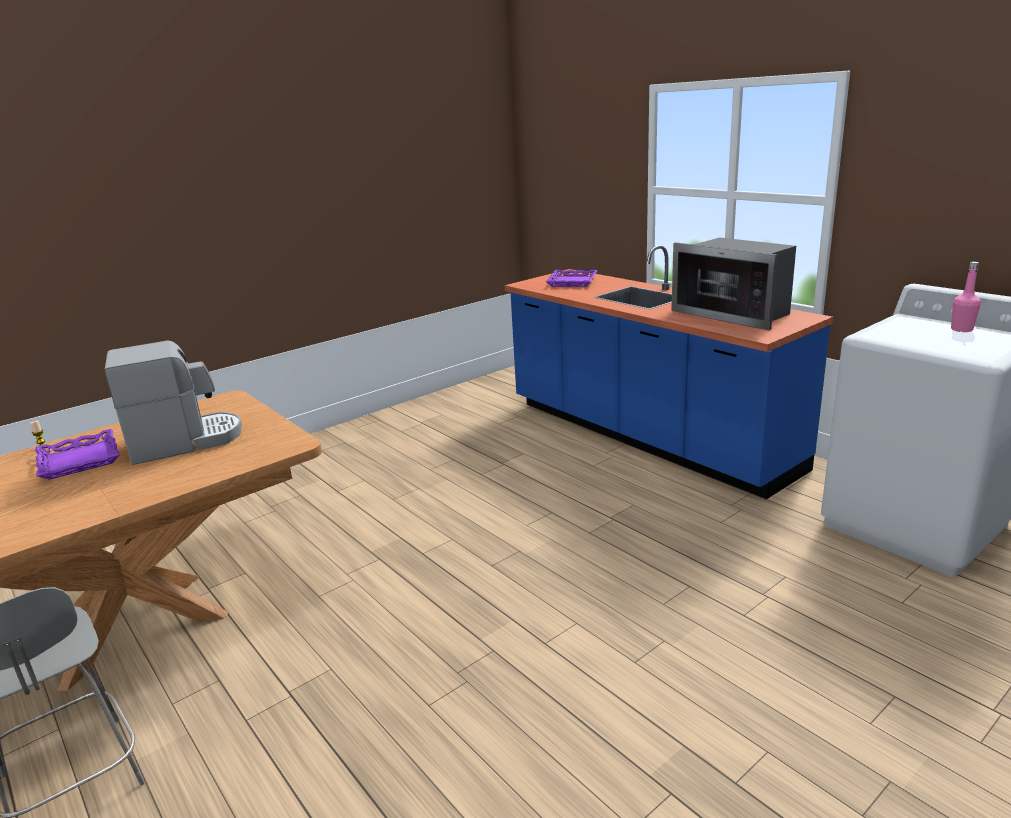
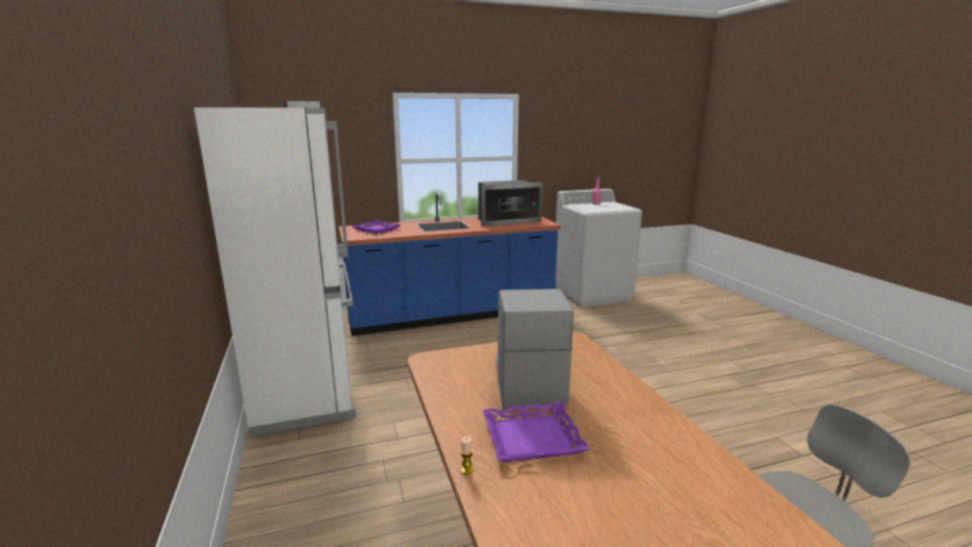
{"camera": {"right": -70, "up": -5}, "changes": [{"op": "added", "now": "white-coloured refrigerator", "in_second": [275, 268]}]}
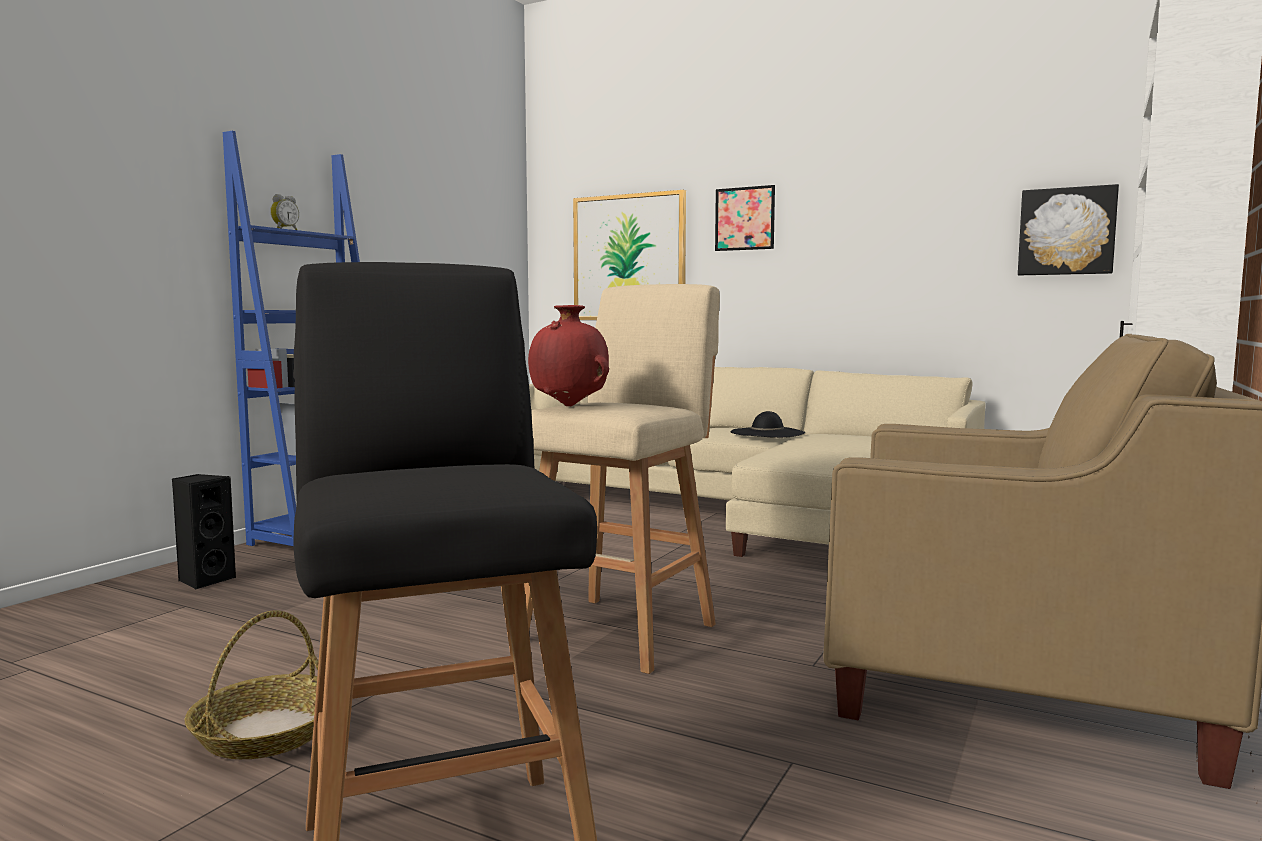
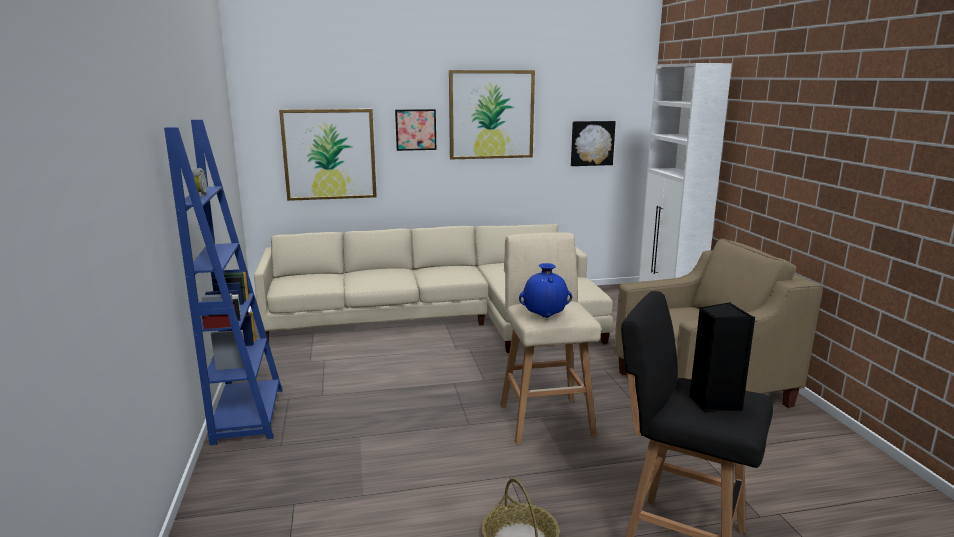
{"camera": {"right": -40, "up": 10}, "changes": [{"op": "moved", "was": "blackish audio speaker", "in_first": [204, 532], "in_second": [722, 356]}, {"op": "recoloured", "was": "red decorative vase", "now": "blue-coloured decorative vase", "in_first": [568, 355], "in_second": [545, 290]}, {"op": "removed", "was": "blackish wearable hat", "in_first": [768, 424]}, {"op": "added", "now": "wall picture", "in_second": [492, 114]}]}
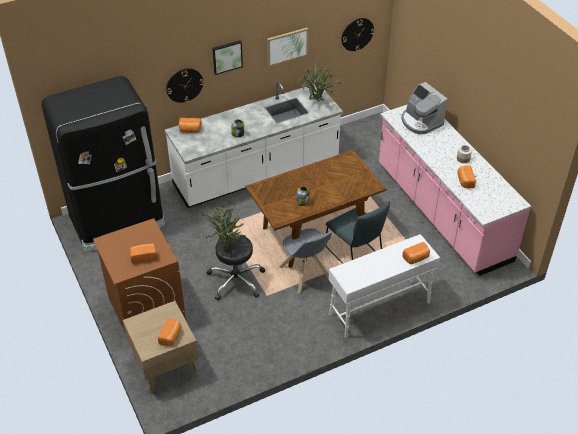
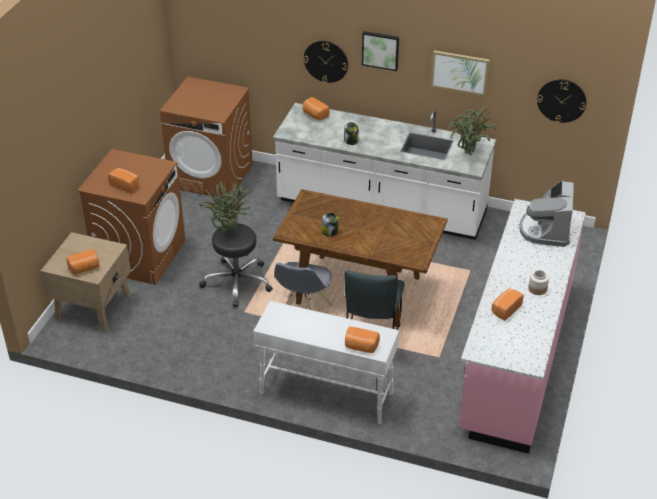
{"camera": {"right": 45, "up": -5}, "changes": [{"op": "replaced", "was": "blackish refrigerator", "now": "brownish laundry machine", "in_first": [103, 164], "in_second": [206, 138]}]}
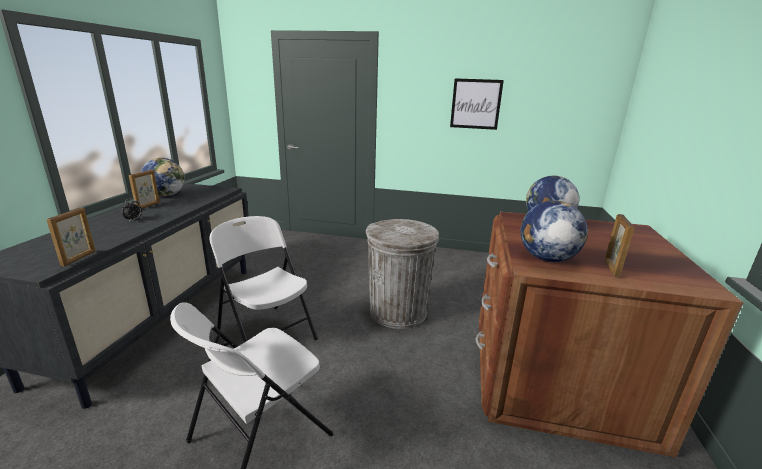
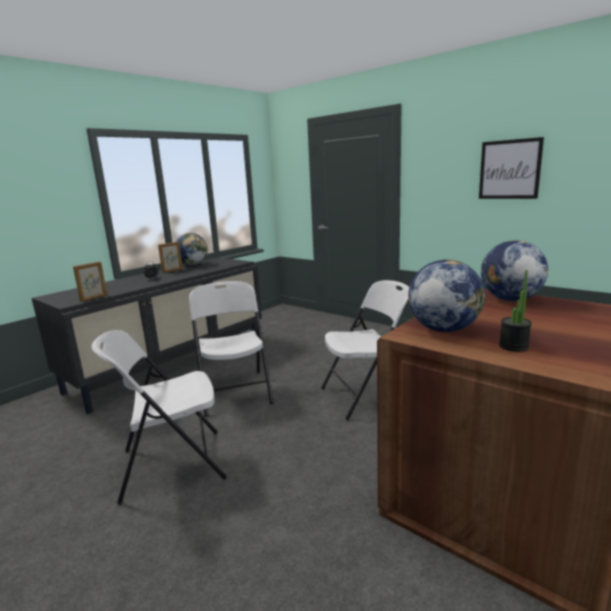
{"camera": {"right": 30, "up": -5}, "changes": [{"op": "replaced", "was": "gray waste bin", "now": "white-coloured upright chair", "in_first": [402, 274], "in_second": [365, 350]}, {"op": "replaced", "was": "picture frame", "now": "potted plant", "in_first": [620, 245], "in_second": [515, 311]}]}
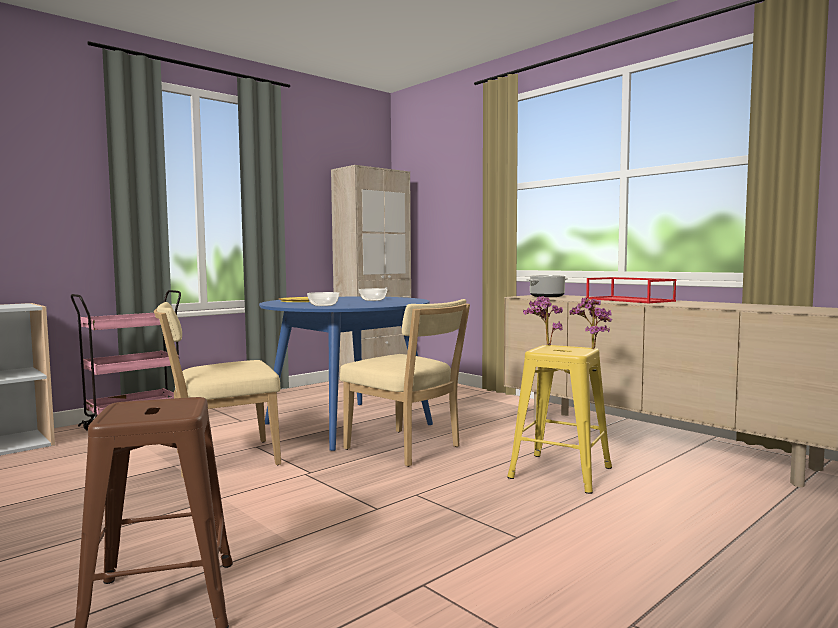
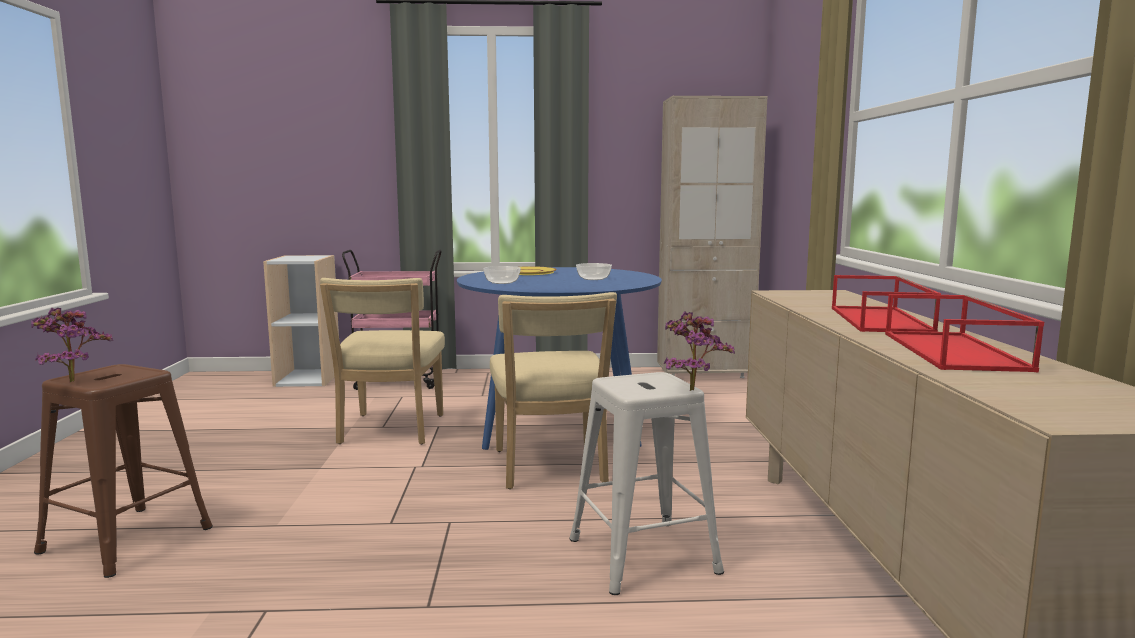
{"camera": {"right": 40, "up": 5}, "changes": [{"op": "turned", "was": "sand-coloured upright chair", "in_first": [217, 389], "in_second": [382, 361], "clockwise": -105}, {"op": "recoloured", "was": "yellow-coloured sitting stool", "now": "white-coloured sitting stool", "in_first": [559, 419], "in_second": [646, 483]}, {"op": "moved", "was": "potted plant", "in_first": [543, 320], "in_second": [72, 345]}, {"op": "removed", "was": "saucepot", "in_first": [547, 286]}, {"op": "added", "now": "red carrying tray", "in_second": [964, 333]}]}
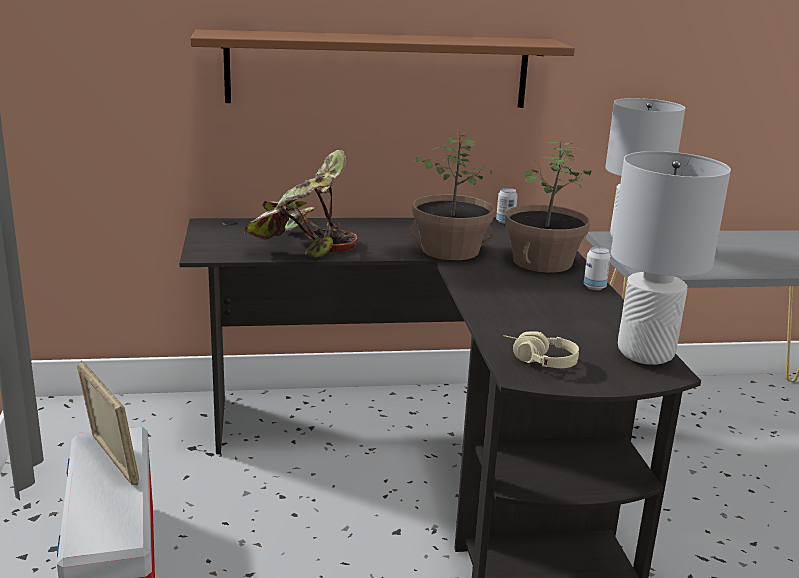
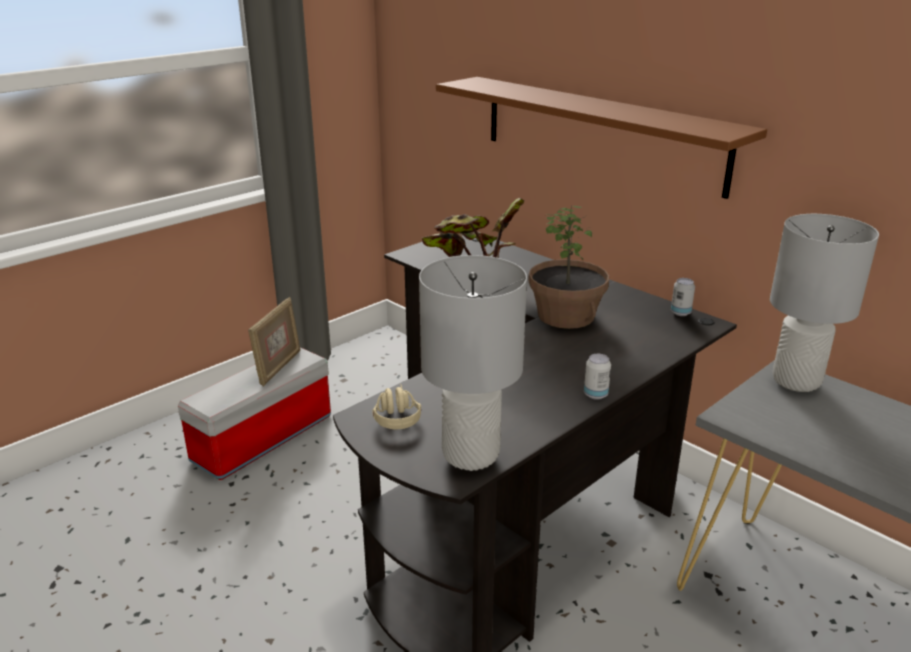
{"camera": {"right": 55, "up": 5}, "changes": [{"op": "removed", "was": "potted plant", "in_first": [548, 207]}]}
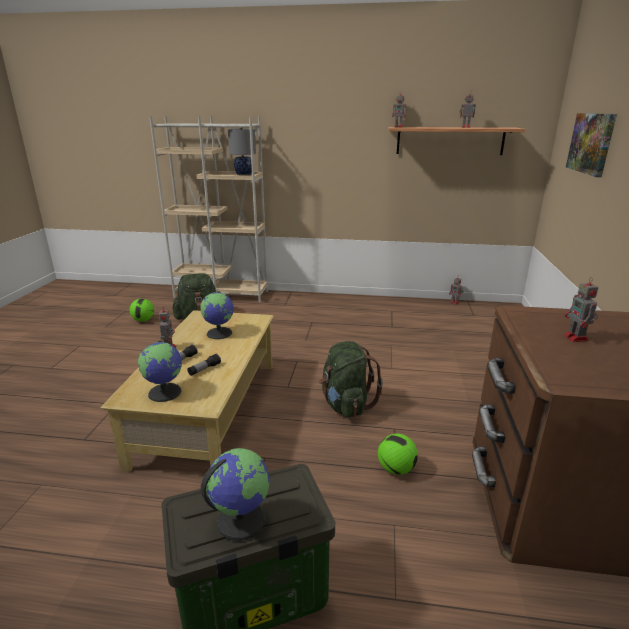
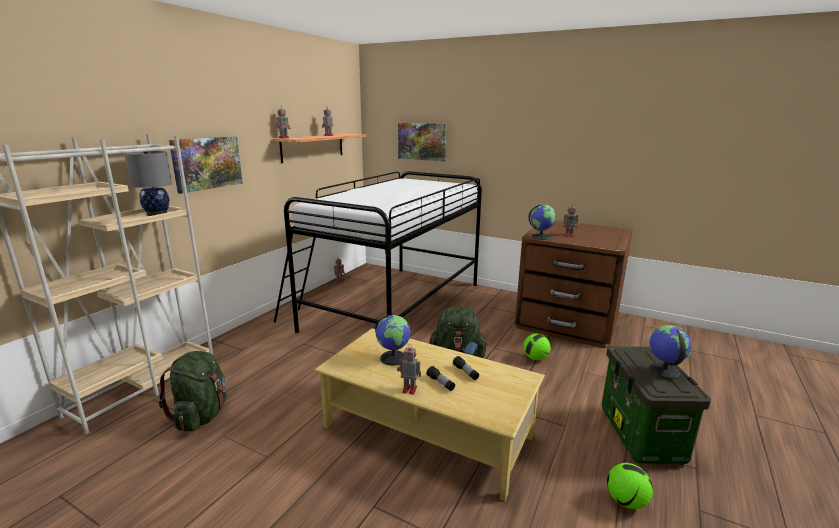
{"camera": {"right": -70, "up": -5}, "changes": [{"op": "moved", "was": "football", "in_first": [142, 310], "in_second": [630, 486]}, {"op": "moved", "was": "desk globe", "in_first": [160, 371], "in_second": [542, 222]}, {"op": "added", "now": "wall picture", "in_second": [206, 165]}, {"op": "added", "now": "blackish bed", "in_second": [378, 252]}]}
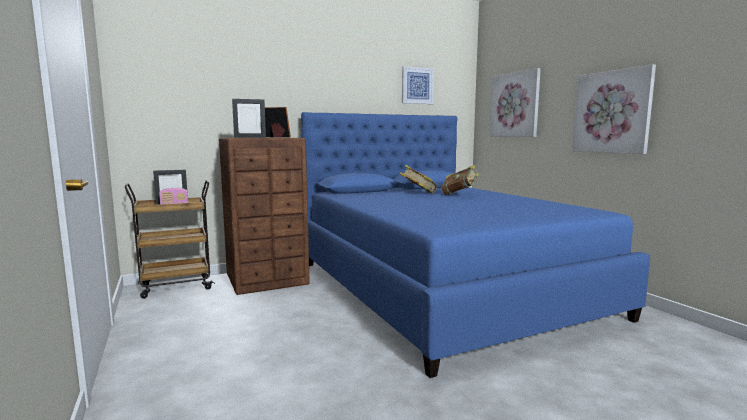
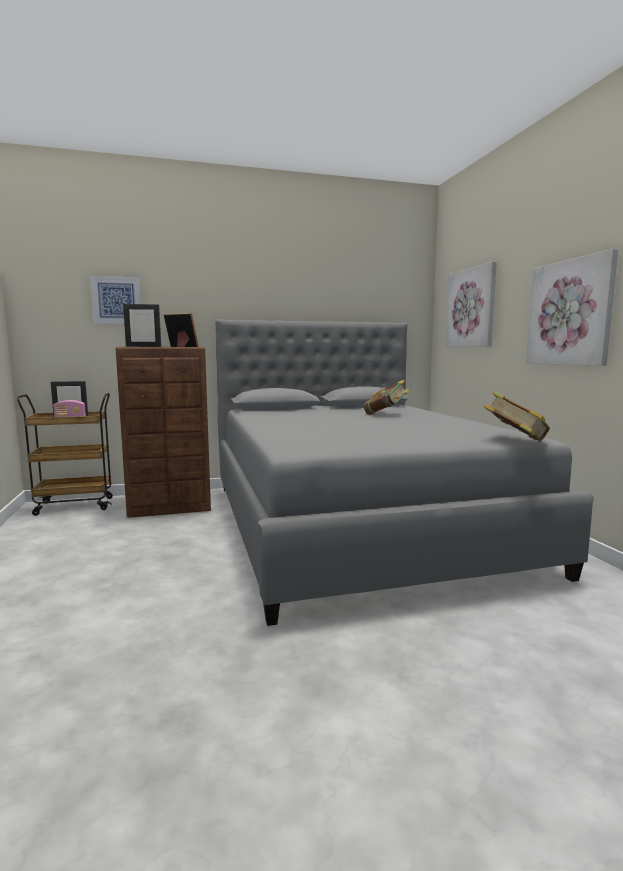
{"camera": {"right": 10, "up": 0}, "changes": [{"op": "recoloured", "was": "blue-coloured bed", "now": "gray bed", "in_first": [475, 245], "in_second": [404, 472]}, {"op": "moved", "was": "bound book", "in_first": [418, 179], "in_second": [516, 416]}, {"op": "moved", "was": "wall picture", "in_first": [418, 85], "in_second": [115, 299]}]}
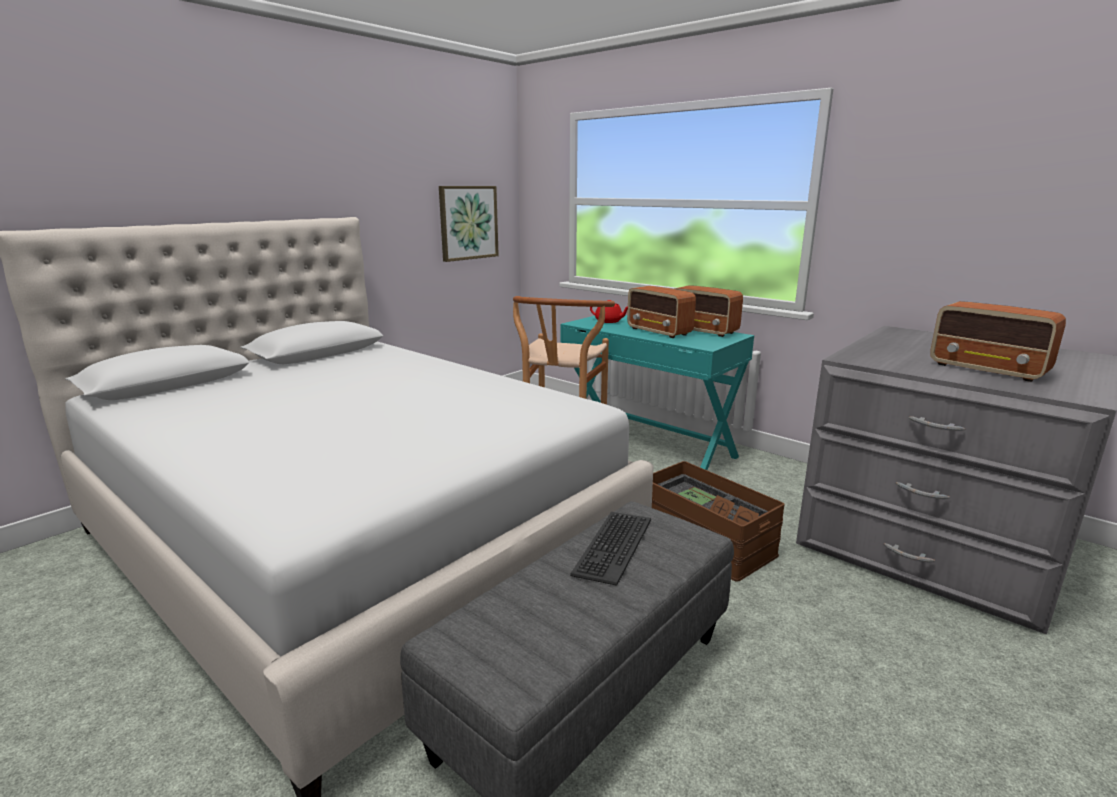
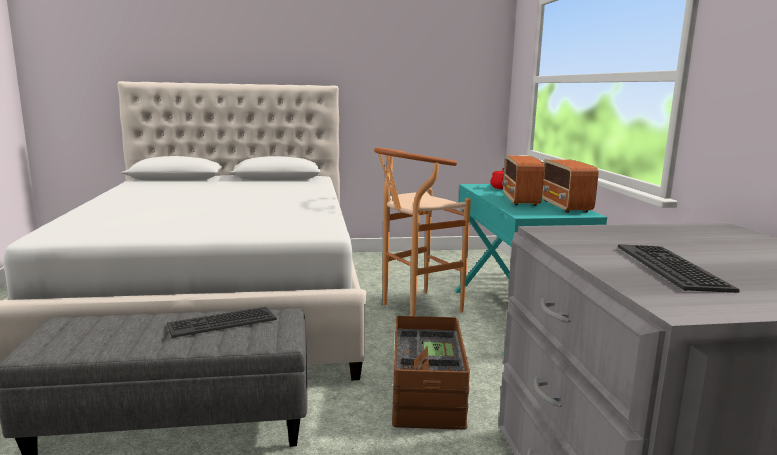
{"camera": {"right": 40, "up": -5}, "changes": [{"op": "removed", "was": "wall picture", "in_first": [469, 224]}, {"op": "replaced", "was": "radio set", "now": "computer keyboard", "in_first": [998, 341], "in_second": [679, 268]}]}
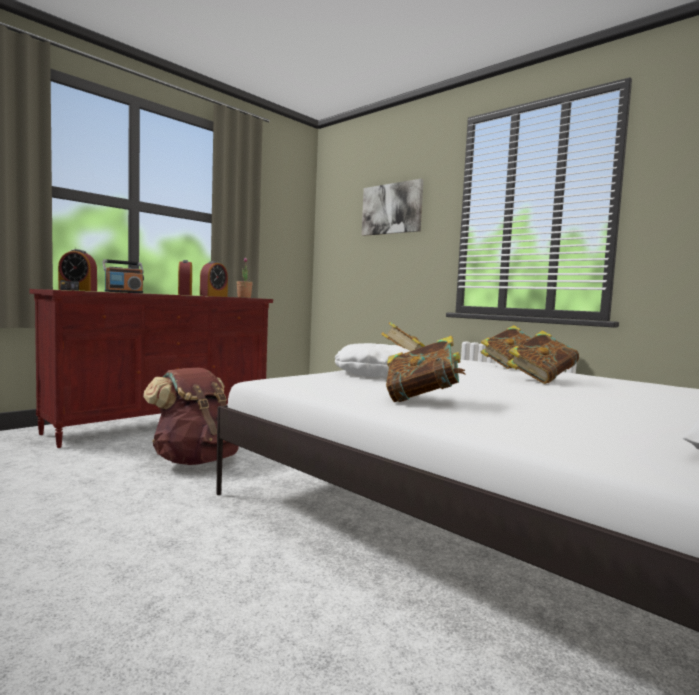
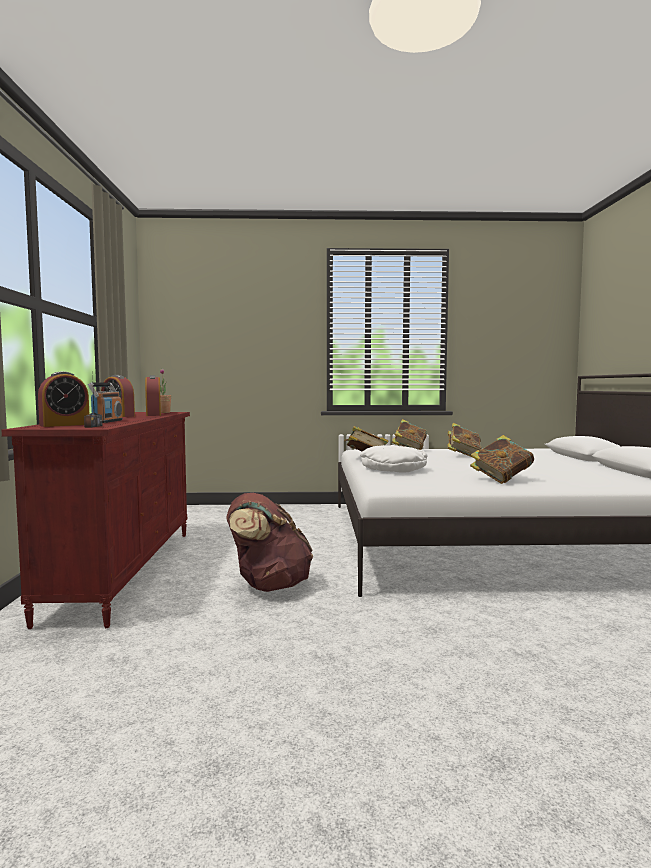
{"camera": {"right": -45, "up": 0}, "changes": [{"op": "removed", "was": "wall picture", "in_first": [392, 207]}]}
